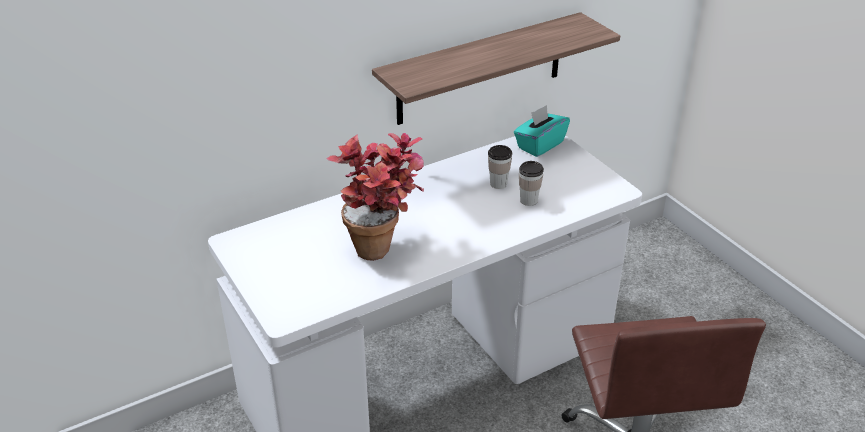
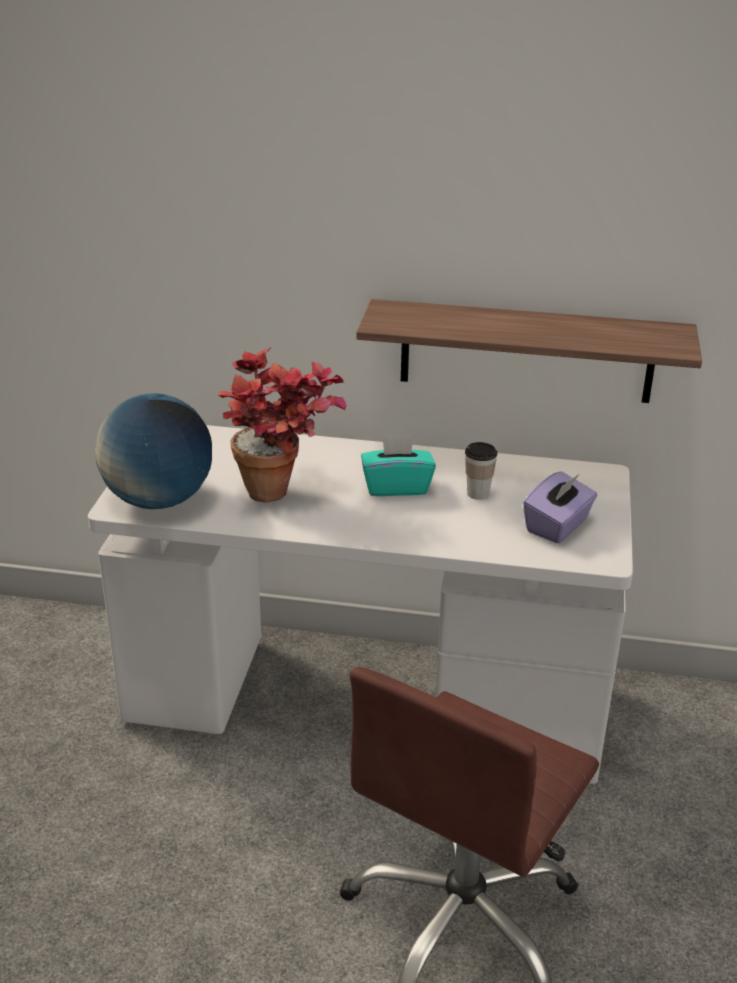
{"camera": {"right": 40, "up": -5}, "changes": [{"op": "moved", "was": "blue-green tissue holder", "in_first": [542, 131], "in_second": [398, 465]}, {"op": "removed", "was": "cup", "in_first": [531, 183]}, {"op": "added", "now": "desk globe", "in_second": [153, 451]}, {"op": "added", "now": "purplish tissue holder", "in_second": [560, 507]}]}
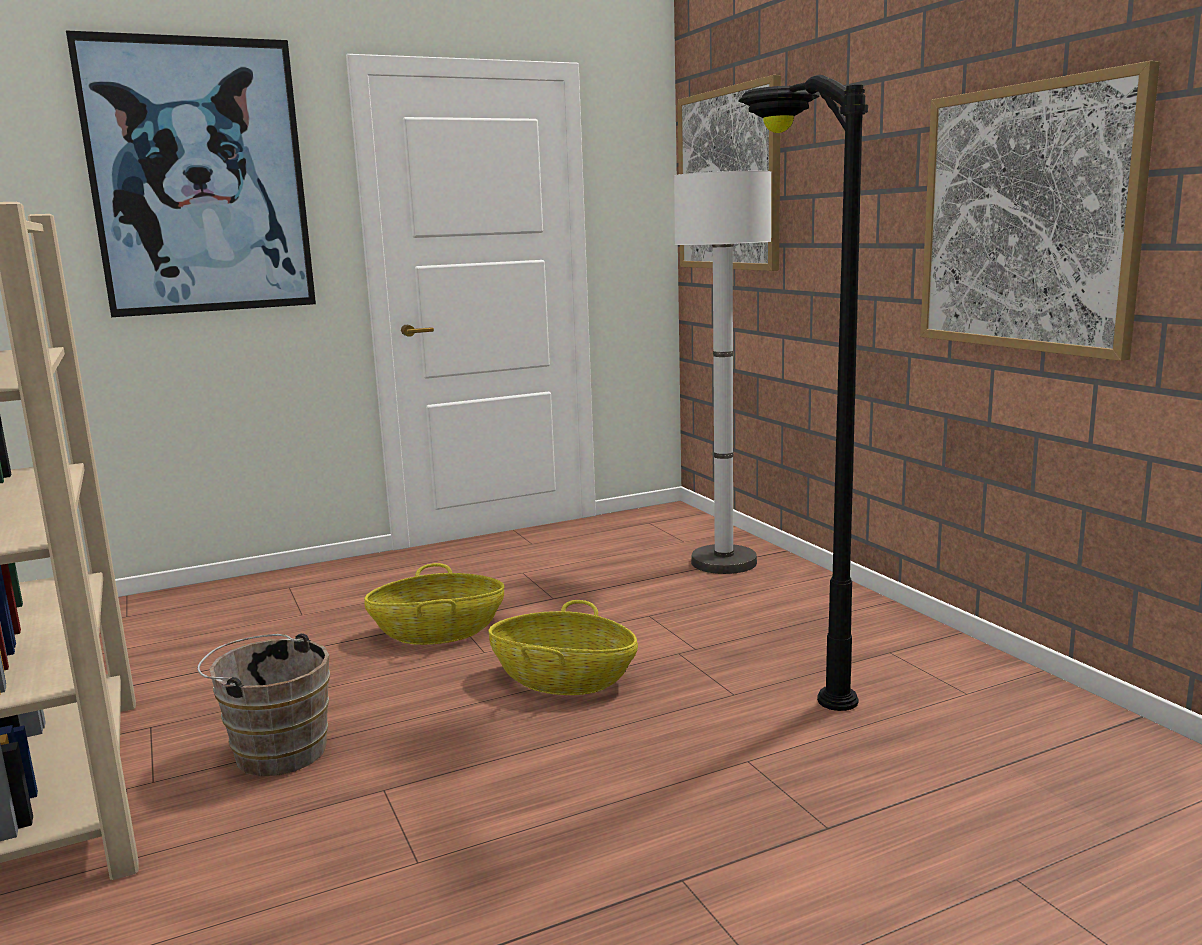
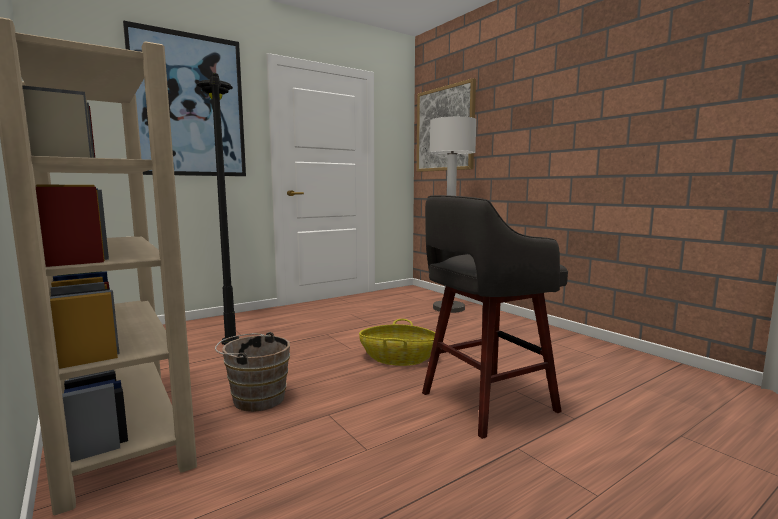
{"camera": {"right": -10, "up": -5}, "changes": [{"op": "removed", "was": "storage basket", "in_first": [434, 604]}, {"op": "moved", "was": "blackish floor lamp", "in_first": [803, 393], "in_second": [218, 209]}, {"op": "removed", "was": "wall picture", "in_first": [1040, 211]}, {"op": "added", "now": "gray sitting stool", "in_second": [495, 317]}]}
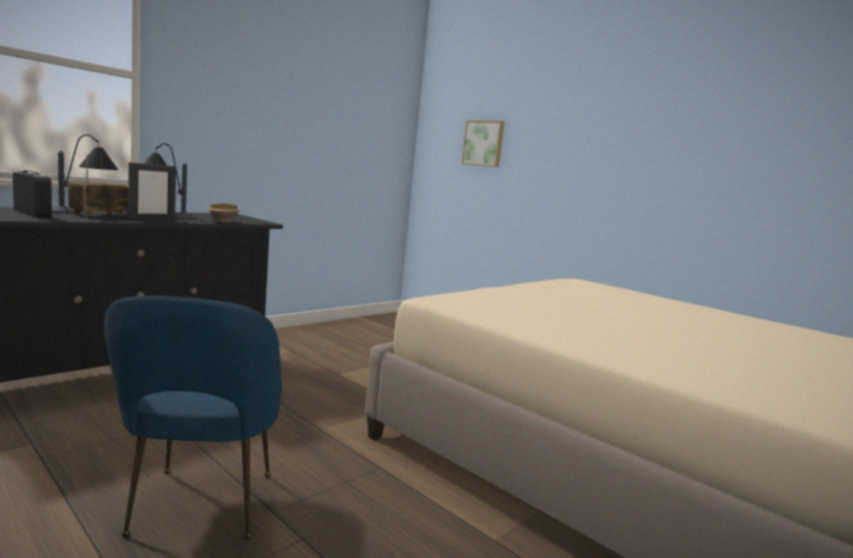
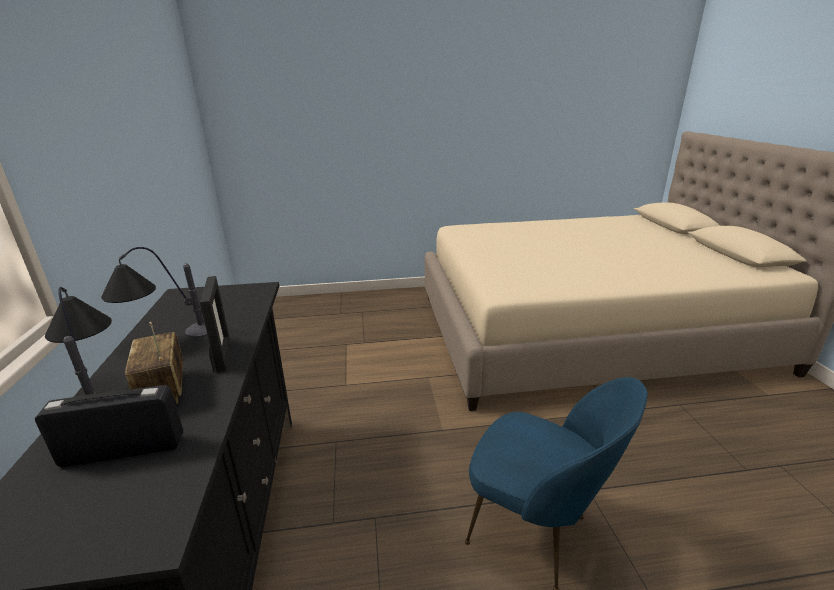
{"camera": {"right": -50, "up": 15}, "changes": [{"op": "removed", "was": "deep dish", "in_first": [223, 212]}, {"op": "removed", "was": "wall picture", "in_first": [483, 143]}]}
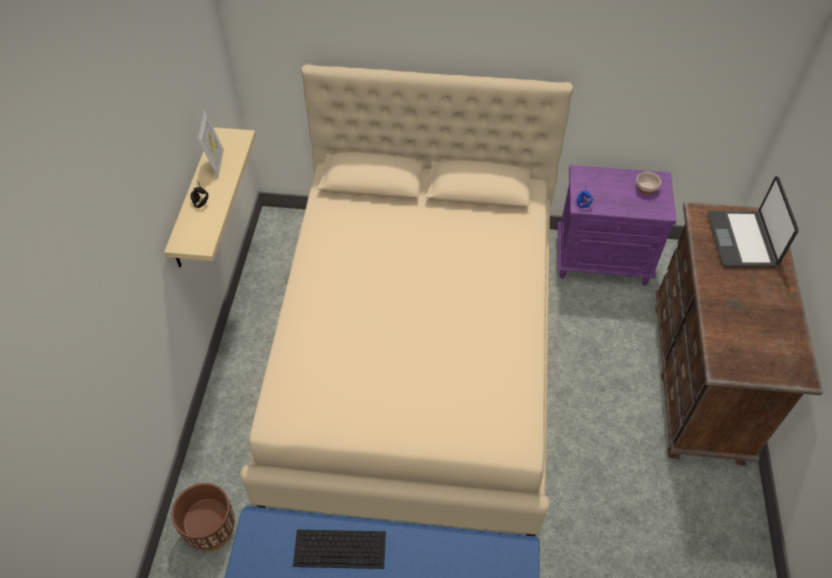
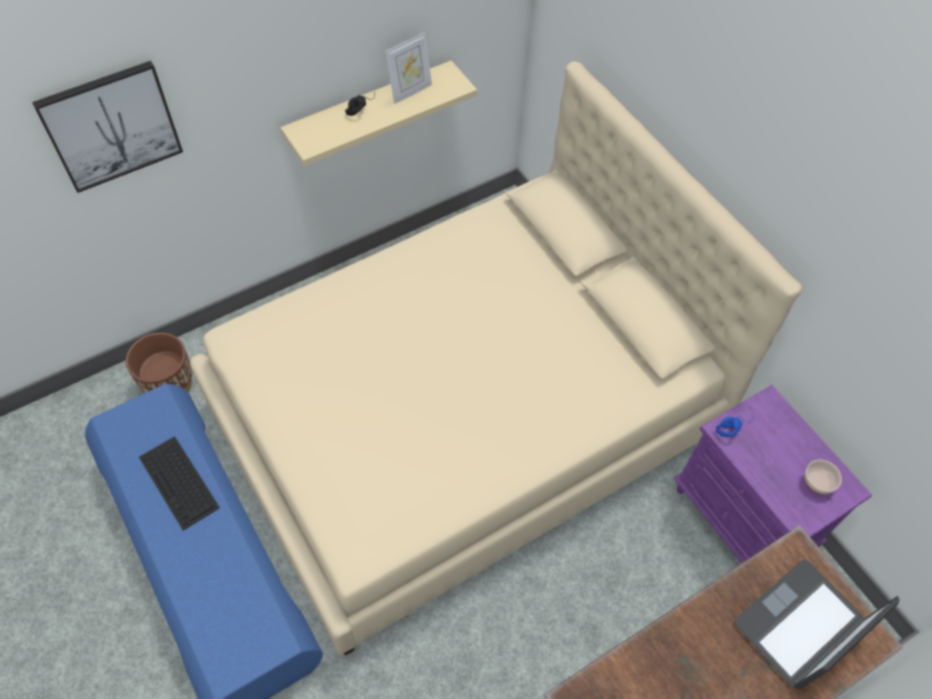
{"camera": {"right": 50, "up": 5}, "changes": [{"op": "added", "now": "wall picture", "in_second": [107, 127]}]}
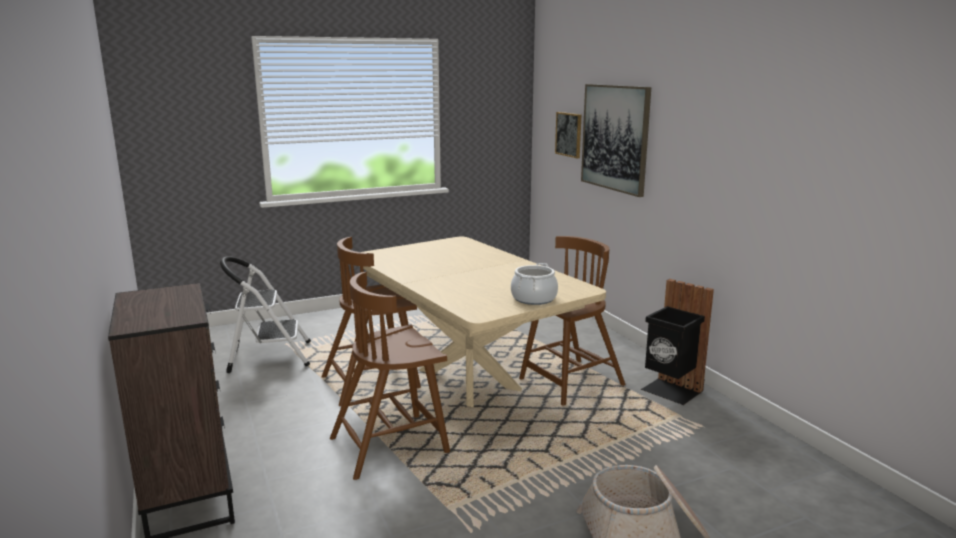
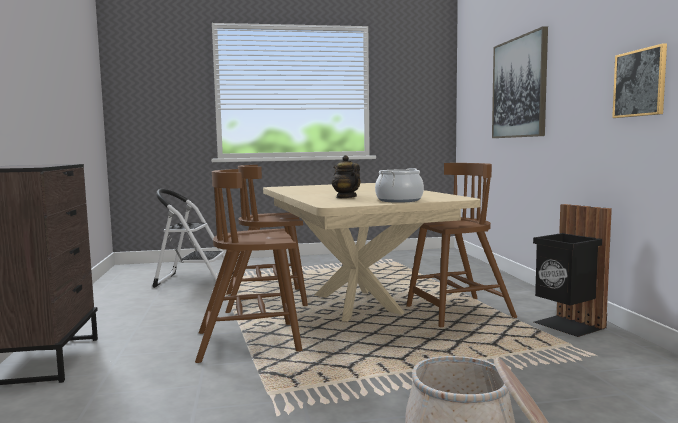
{"camera": {"right": 15, "up": -10}, "changes": [{"op": "moved", "was": "wall picture", "in_first": [568, 135], "in_second": [639, 80]}, {"op": "added", "now": "tea pot", "in_second": [346, 176]}]}
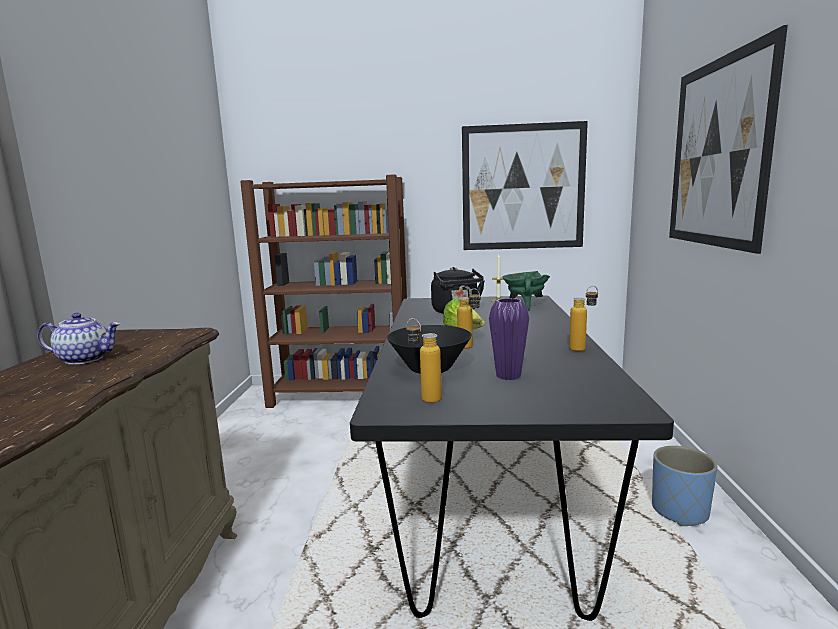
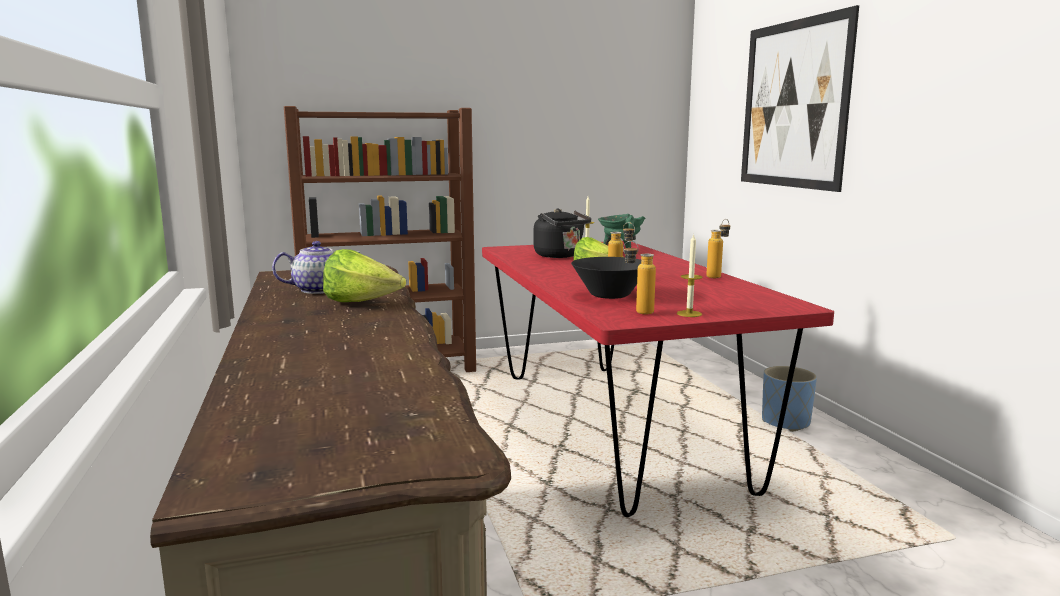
{"camera": {"right": -20, "up": 0}, "changes": [{"op": "recoloured", "was": "blackish dining table", "now": "red dining table", "in_first": [512, 458], "in_second": [658, 379]}, {"op": "removed", "was": "wall picture", "in_first": [525, 185]}, {"op": "removed", "was": "purplish decorative vase", "in_first": [509, 339]}, {"op": "added", "now": "lettuce head", "in_second": [364, 275]}, {"op": "added", "now": "candle", "in_second": [689, 275]}]}
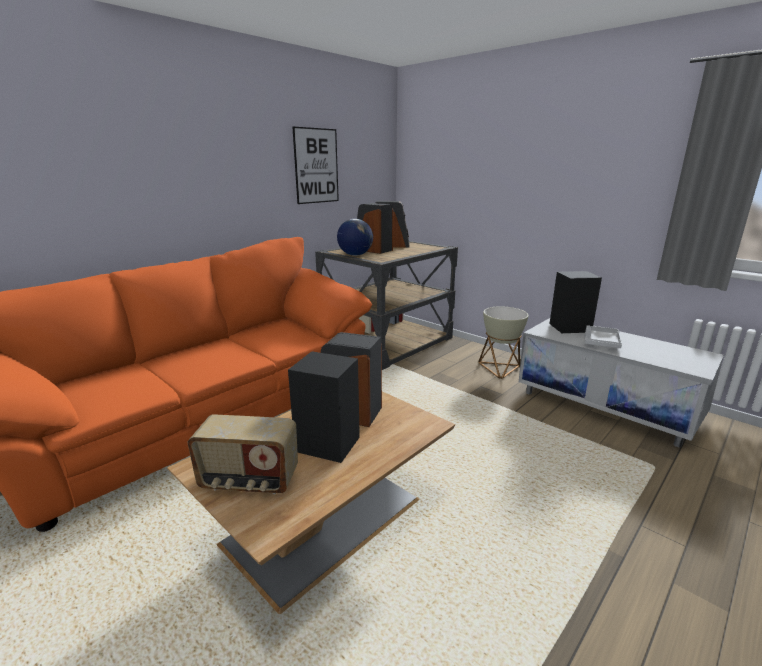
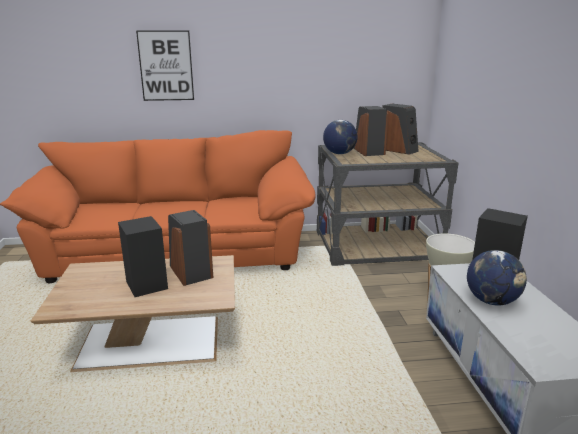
{"camera": {"right": 40, "up": 0}, "changes": [{"op": "removed", "was": "radio set", "in_first": [243, 454]}, {"op": "moved", "was": "wall picture", "in_first": [315, 165], "in_second": [165, 65]}, {"op": "replaced", "was": "gray carrying tray", "now": "desk globe", "in_first": [603, 336], "in_second": [497, 277]}]}
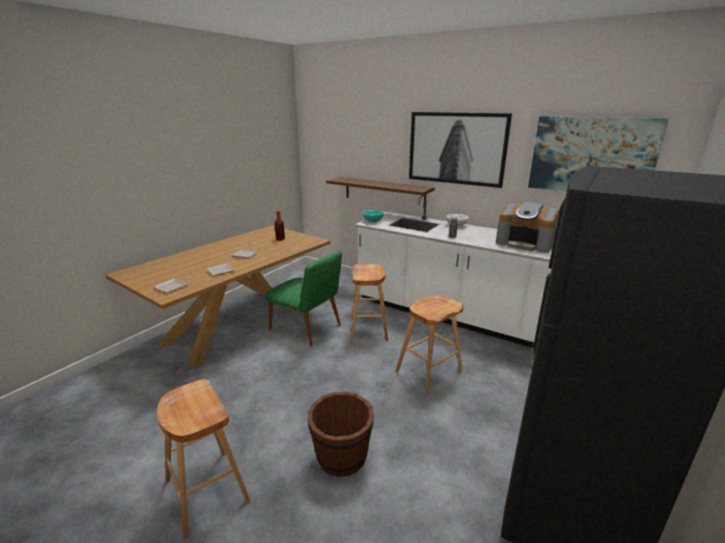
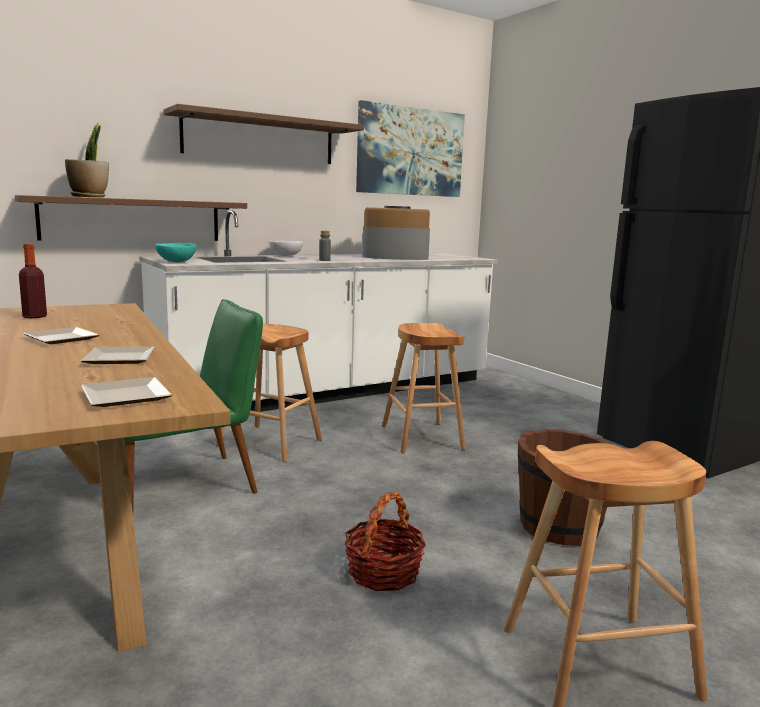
{"camera": {"right": -65, "up": -10}, "changes": [{"op": "replaced", "was": "wall picture", "now": "brownish shelf", "in_first": [460, 150], "in_second": [263, 134]}, {"op": "turned", "was": "coffee machine", "in_first": [527, 227], "in_second": [396, 233], "clockwise": -150}, {"op": "added", "now": "potted plant", "in_second": [87, 160]}, {"op": "added", "now": "storage basket", "in_second": [385, 541]}]}
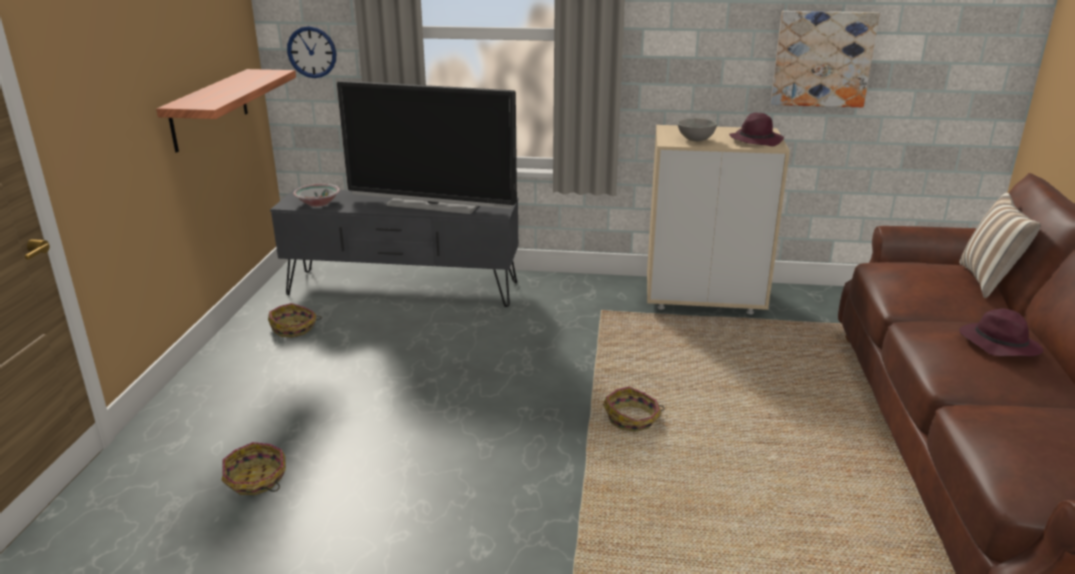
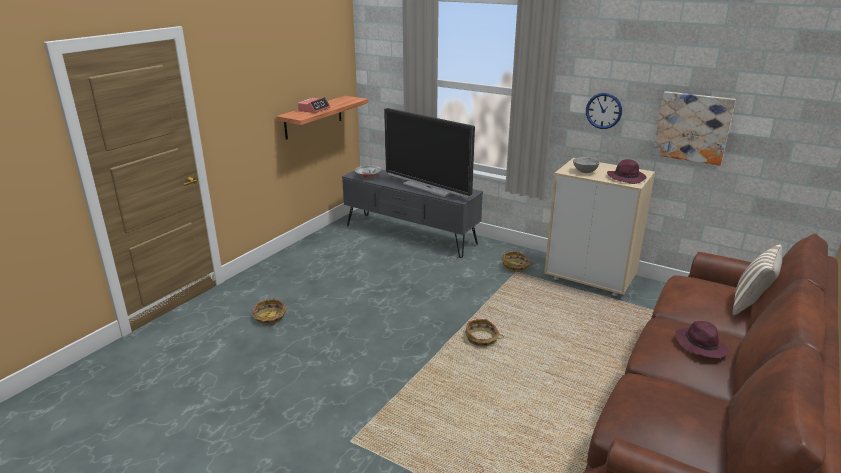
{"camera": {"right": 25, "up": 0}, "changes": [{"op": "moved", "was": "storage basket", "in_first": [295, 320], "in_second": [517, 261]}, {"op": "moved", "was": "wall clock", "in_first": [311, 52], "in_second": [604, 111]}, {"op": "added", "now": "bedside clock", "in_second": [314, 105]}]}
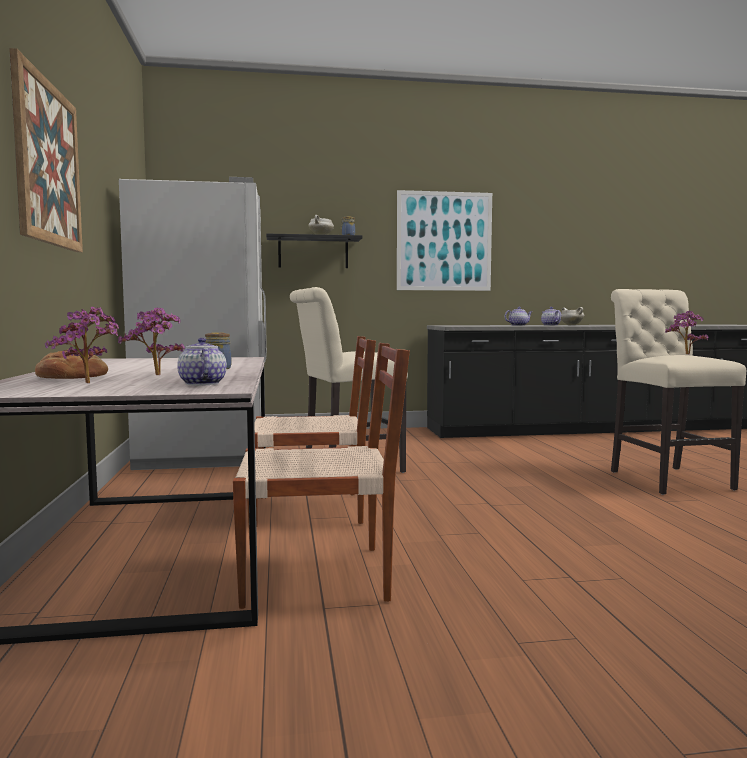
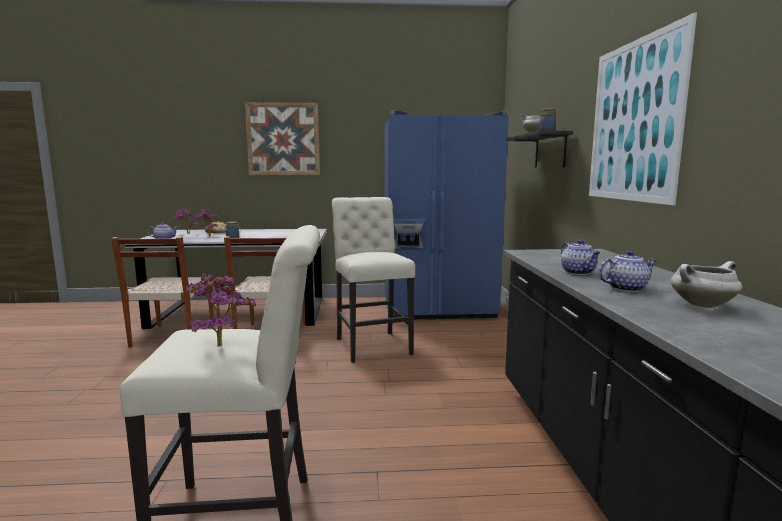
{"camera": {"right": 95, "up": 5}, "changes": [{"op": "recoloured", "was": "white-coloured refrigerator", "now": "blue-coloured refrigerator", "in_first": [193, 323], "in_second": [447, 215]}]}
